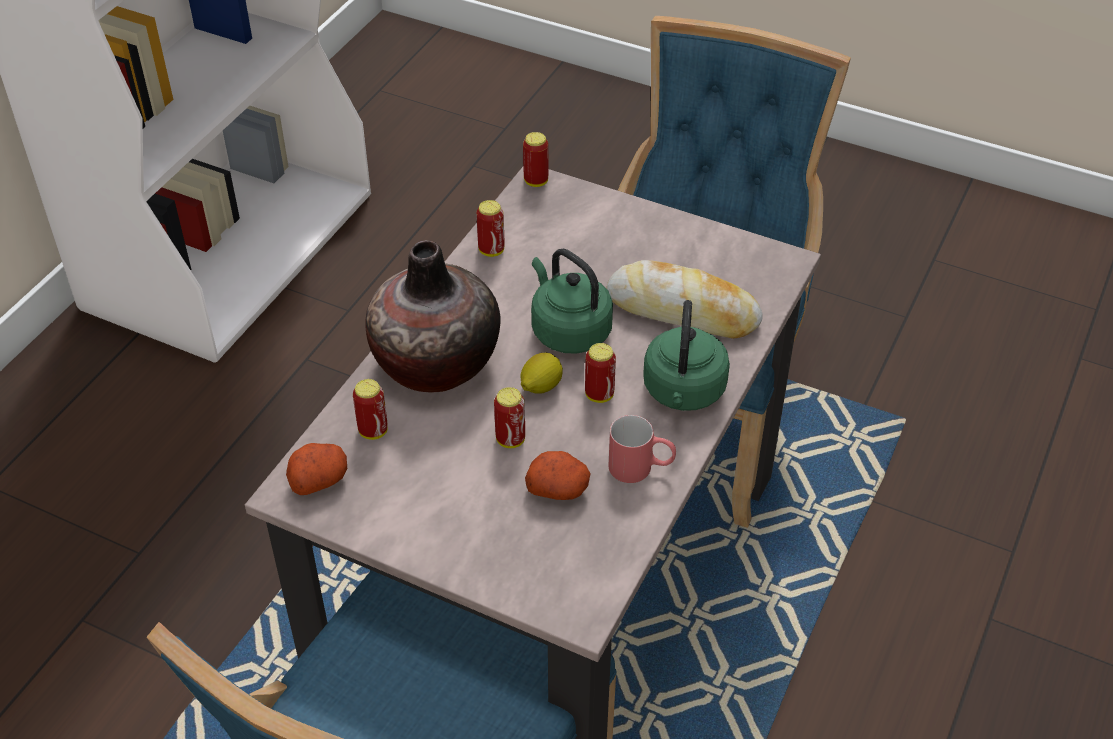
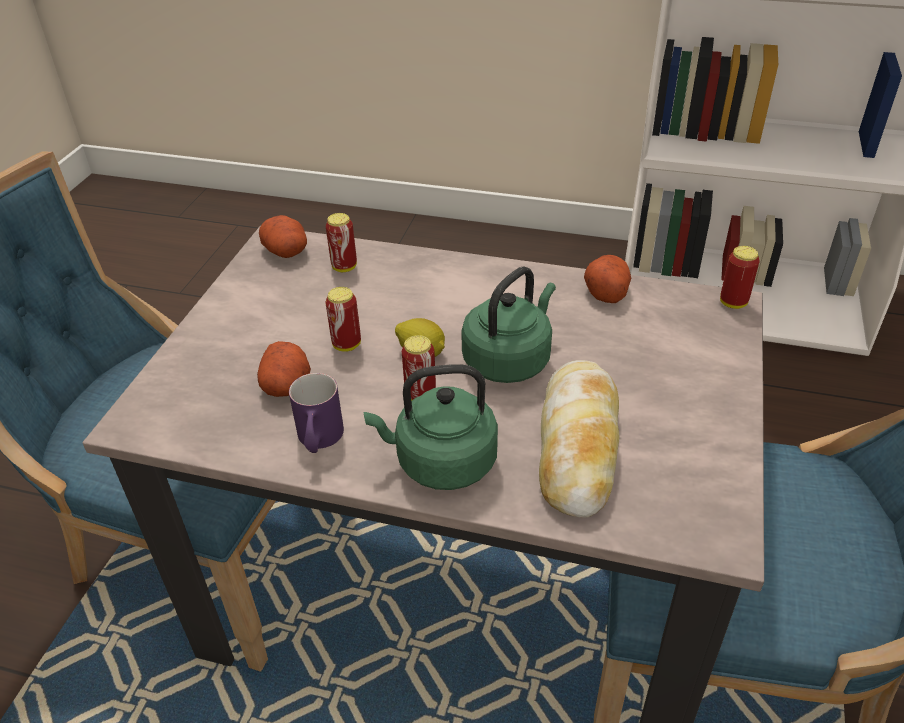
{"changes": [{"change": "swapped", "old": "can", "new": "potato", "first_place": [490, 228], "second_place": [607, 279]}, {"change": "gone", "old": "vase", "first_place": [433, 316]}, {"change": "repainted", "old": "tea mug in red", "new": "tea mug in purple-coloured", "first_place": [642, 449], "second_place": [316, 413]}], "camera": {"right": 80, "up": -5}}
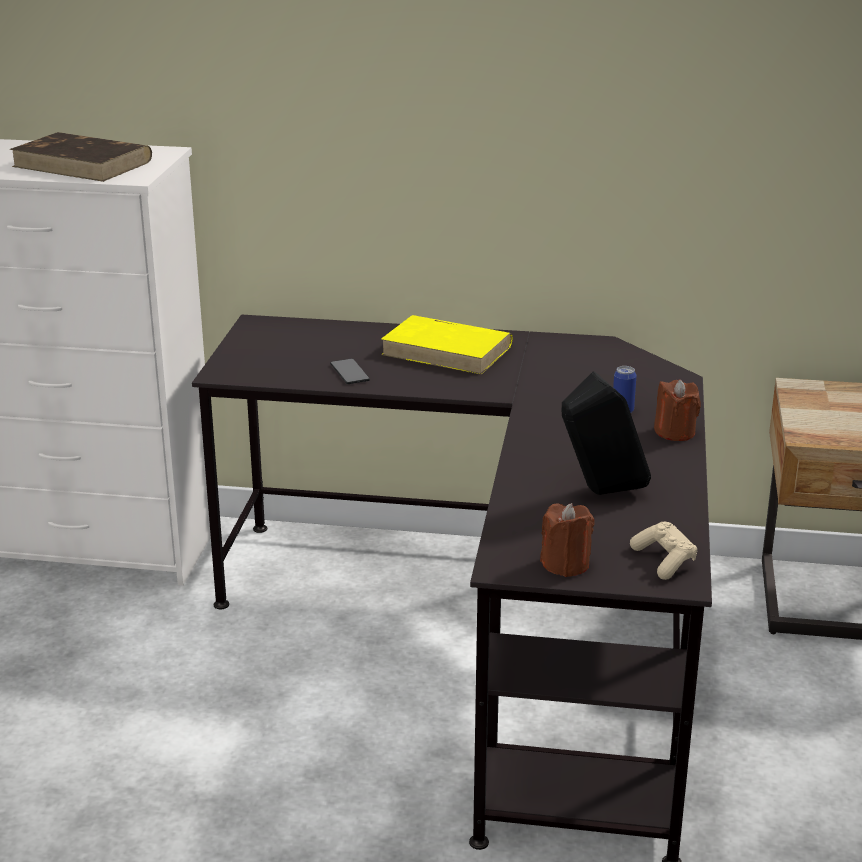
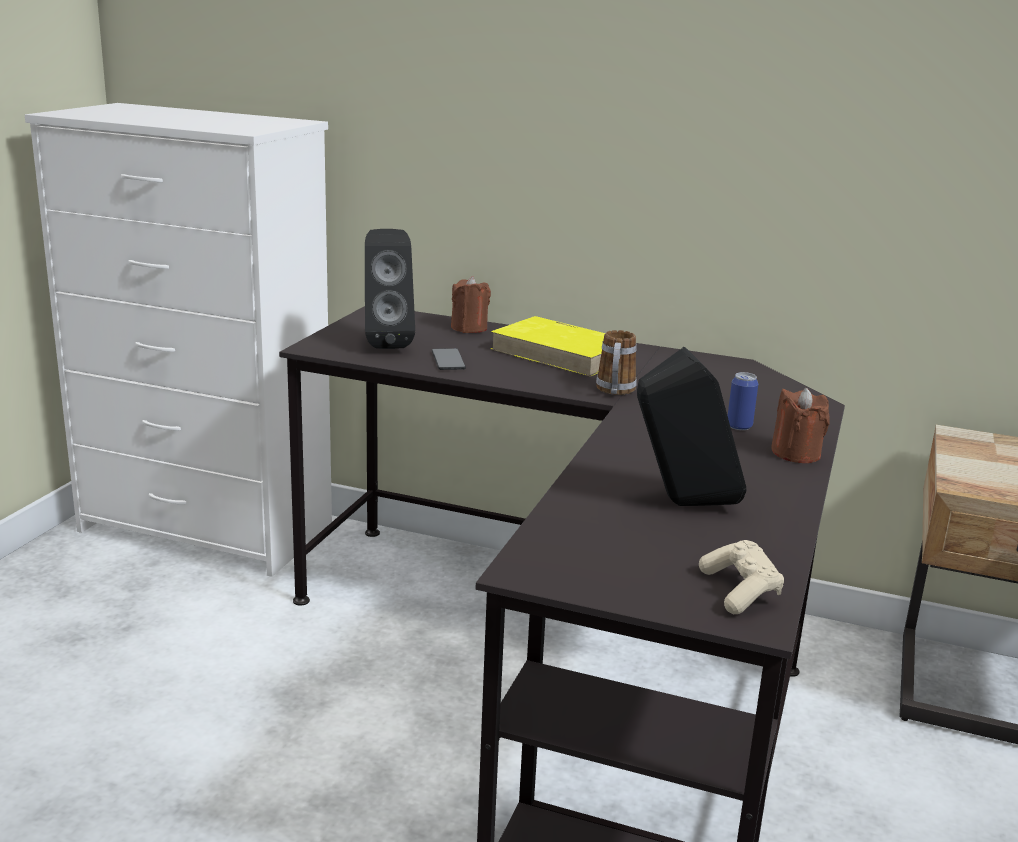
{"changes": [{"change": "gone", "old": "bound book in brownish", "first_place": [81, 157]}, {"change": "shifted", "old": "wax light in brownish", "first_place": [567, 540], "second_place": [471, 304]}, {"change": "new", "new": "speaker in black", "second_place": [390, 289]}, {"change": "new", "new": "tea mug", "second_place": [616, 362]}], "camera": {"right": 10, "up": -5}}
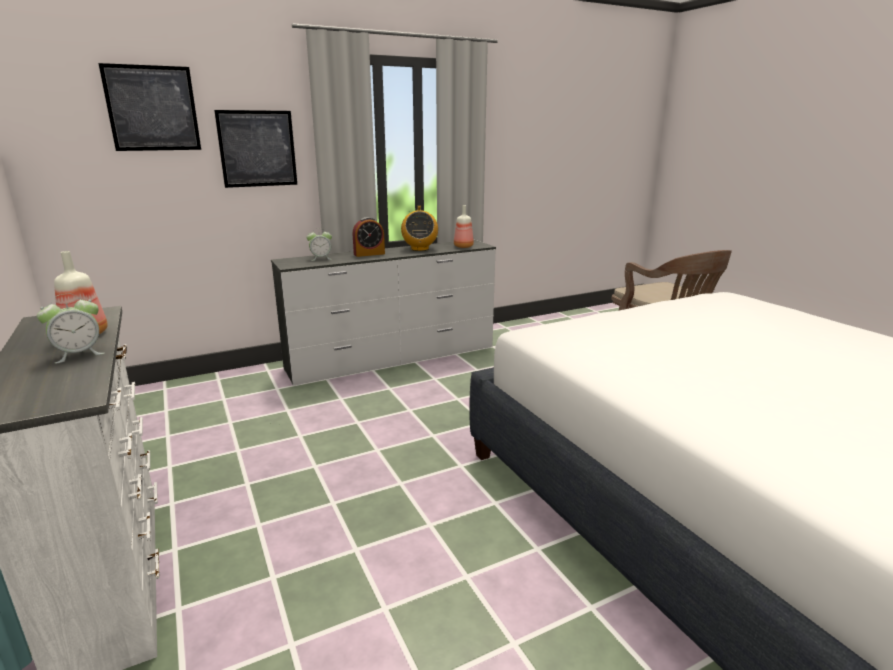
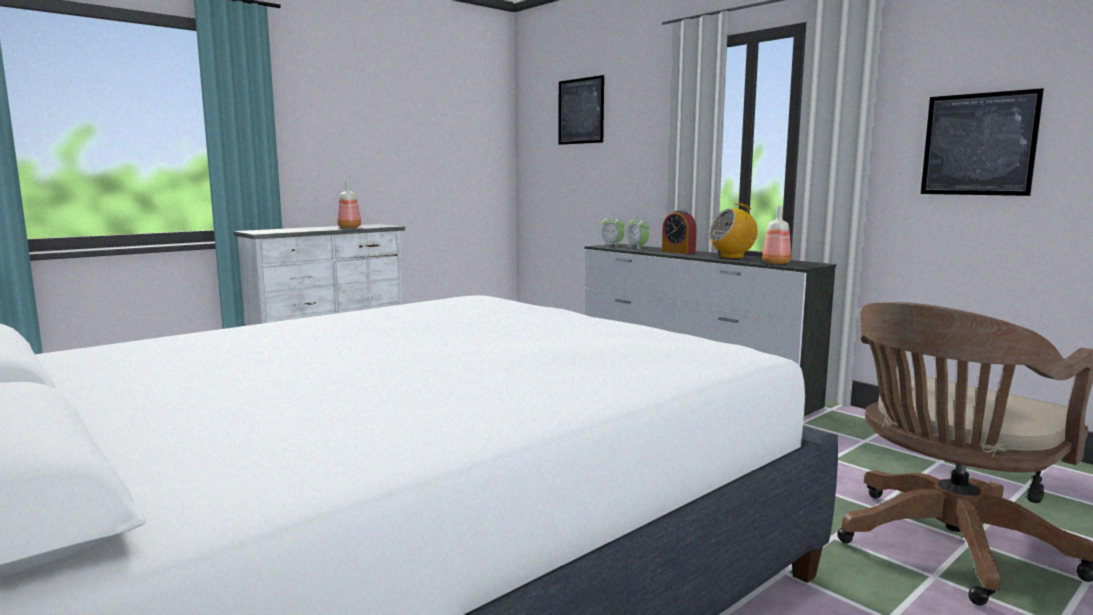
{"changes": [{"change": "shifted", "old": "wall picture", "first_place": [255, 149], "second_place": [982, 142]}, {"change": "shifted", "old": "table clock", "first_place": [71, 329], "second_place": [613, 231]}], "camera": {"right": 75, "up": -10}}
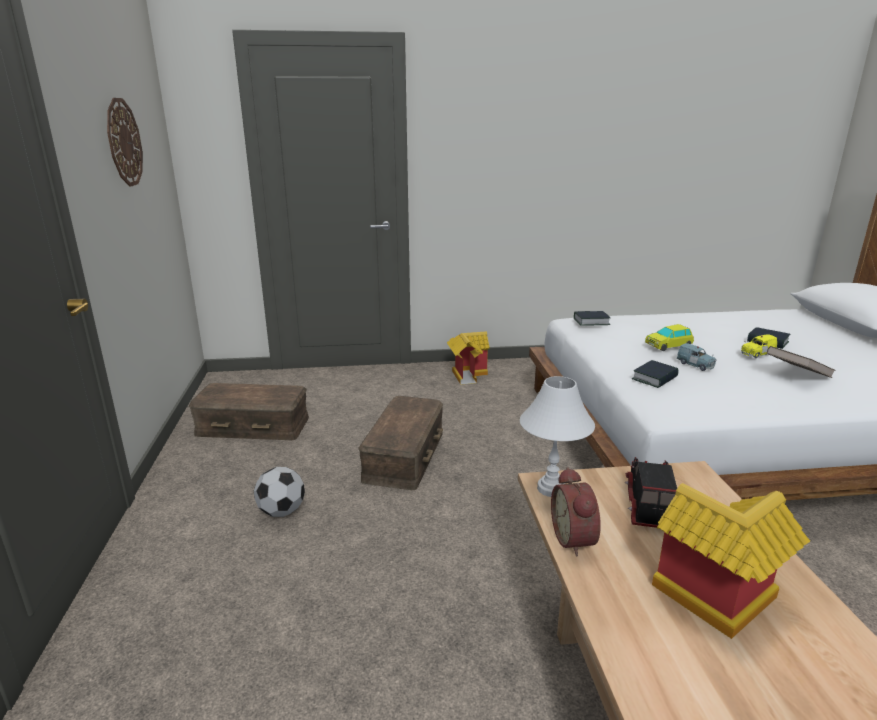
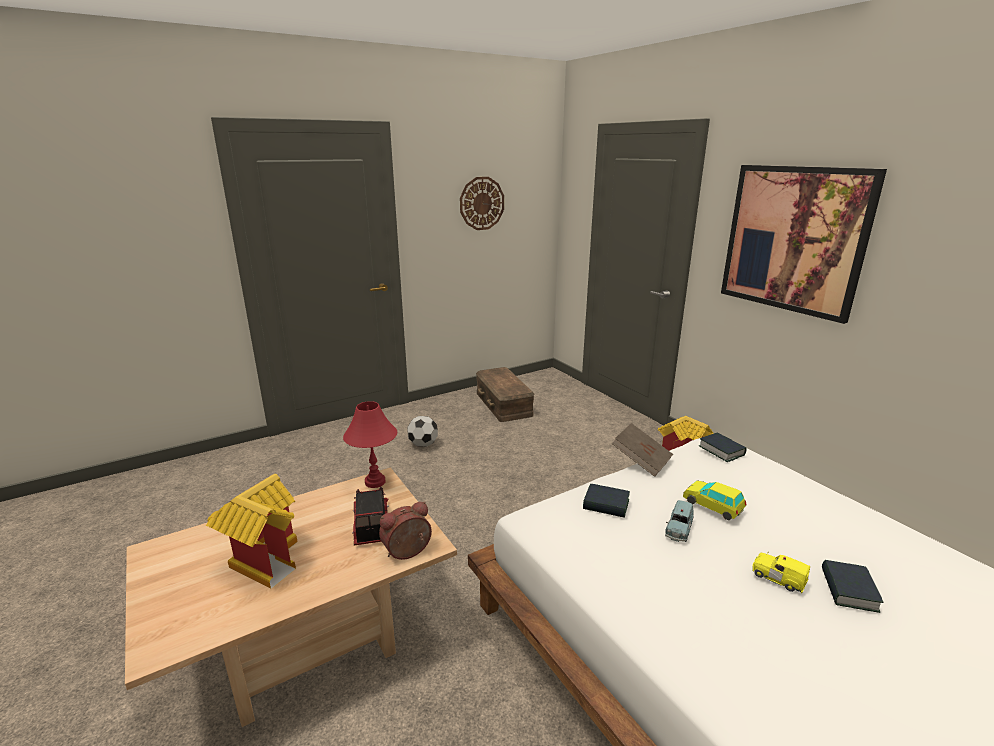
{"changes": [{"change": "shifted", "old": "bound book in brownish", "first_place": [801, 362], "second_place": [642, 450]}, {"change": "repainted", "old": "lamp for a table in whitish", "new": "lamp for a table in red", "first_place": [557, 436], "second_place": [370, 444]}, {"change": "gone", "old": "storage box in brownish", "first_place": [401, 443]}, {"change": "rotated", "old": "toy lorry", "first_place": [651, 492], "second_place": [370, 515], "degrees": -90}, {"change": "shifted", "old": "table clock", "first_place": [576, 512], "second_place": [405, 530]}, {"change": "new", "new": "wall picture", "second_place": [804, 244]}], "camera": {"right": 65, "up": 0}}
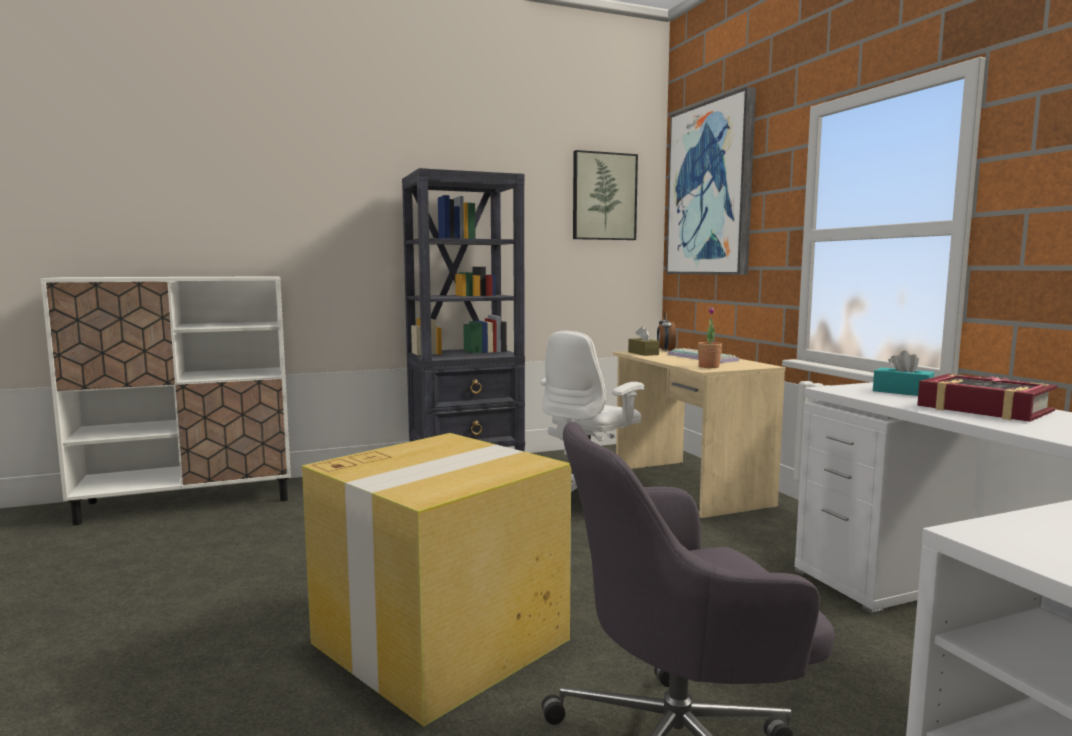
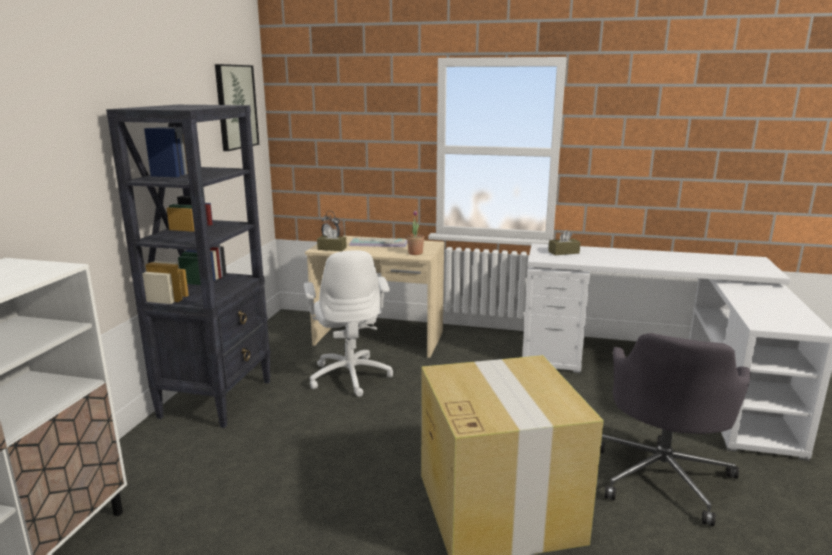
{"changes": [{"change": "gone", "old": "wall picture", "first_place": [711, 181]}, {"change": "repainted", "old": "tissue holder in turquoise", "new": "tissue holder in brownish", "first_place": [903, 373], "second_place": [564, 242]}, {"change": "gone", "old": "bound book", "first_place": [987, 398]}], "camera": {"right": -55, "up": 10}}
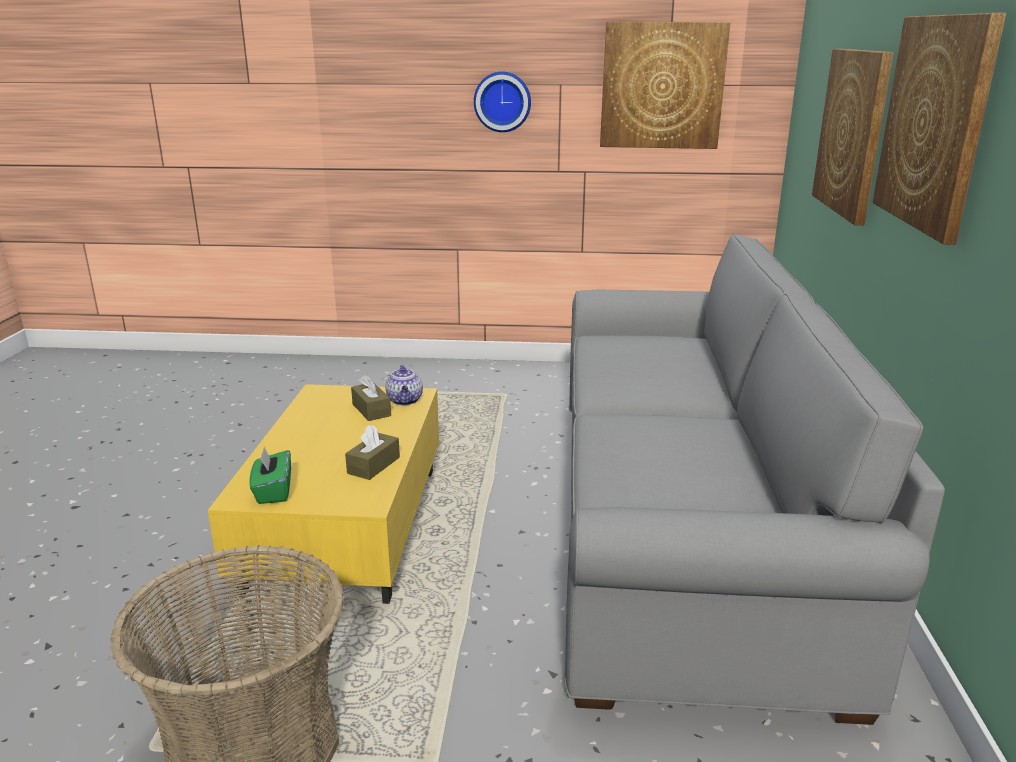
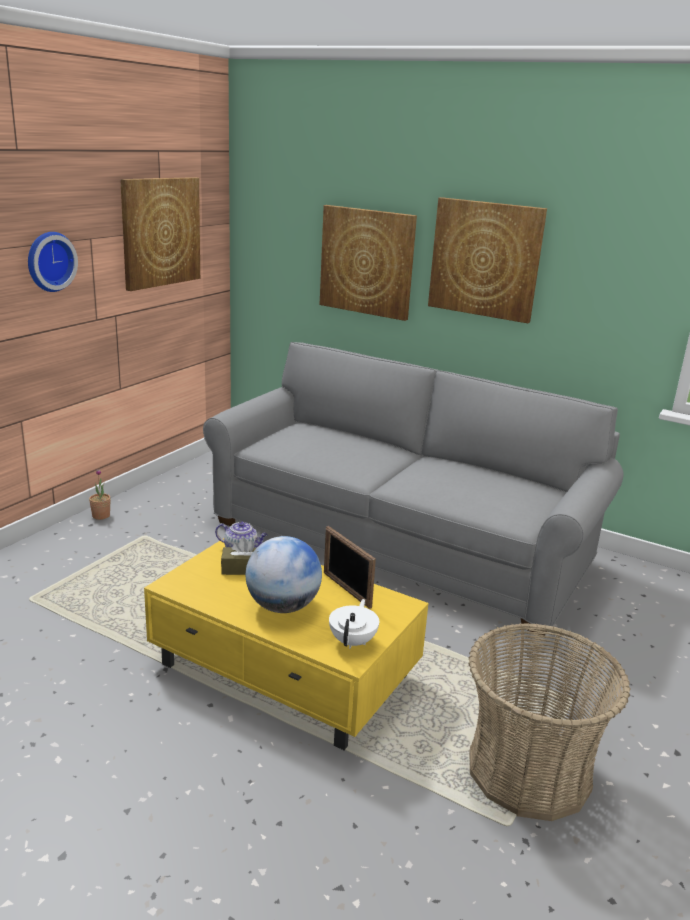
{"changes": [{"change": "swapped", "old": "tissue holder in brownish", "new": "picture frame", "first_place": [372, 452], "second_place": [350, 567]}, {"change": "swapped", "old": "tissue holder in green", "new": "pot for tea in whitish", "first_place": [270, 475], "second_place": [354, 624]}, {"change": "new", "new": "houseplant", "second_place": [100, 494]}, {"change": "new", "new": "globe", "second_place": [283, 574]}], "camera": {"right": -65, "up": 0}}
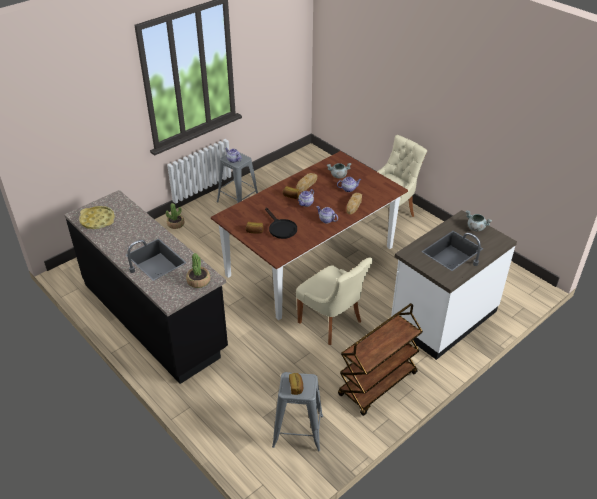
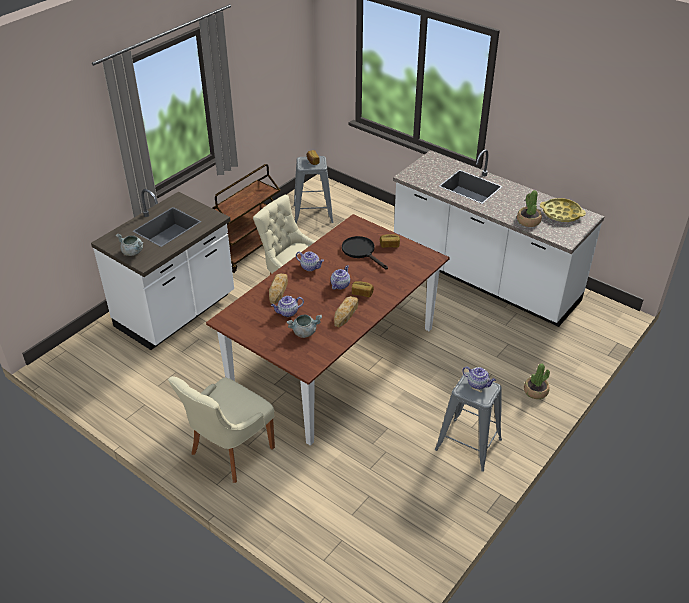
{"changes": [{"change": "repainted", "old": "kitchen counter in black", "new": "kitchen counter in whitish", "first_place": [146, 287], "second_place": [499, 238]}, {"change": "shifted", "old": "houseplant", "first_place": [198, 270], "second_place": [529, 208]}], "camera": {"right": 170, "up": 0}}
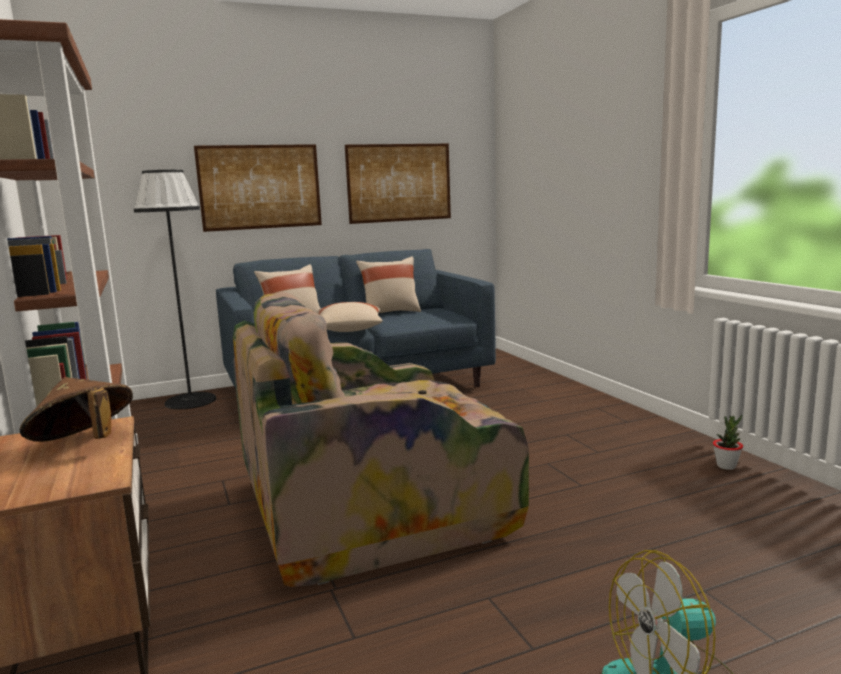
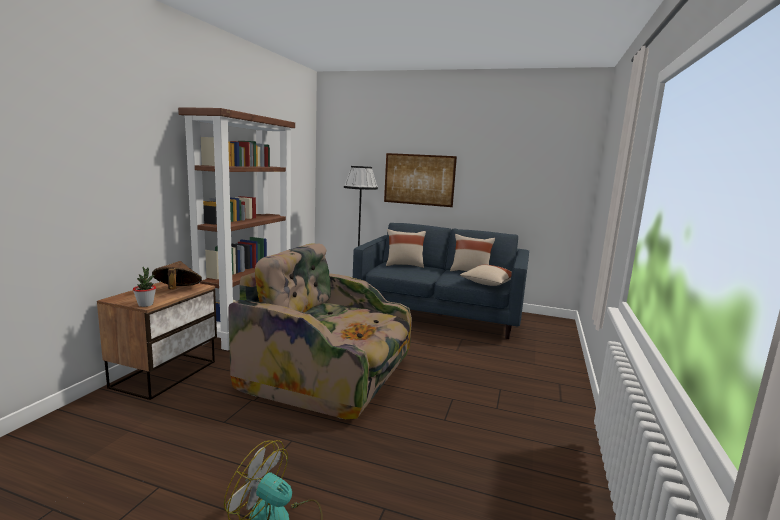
{"changes": [{"change": "gone", "old": "wall picture", "first_place": [398, 184]}, {"change": "shifted", "old": "cushion in beige-coloured", "first_place": [349, 317], "second_place": [486, 275]}, {"change": "shifted", "old": "houseplant", "first_place": [728, 442], "second_place": [144, 287]}], "camera": {"right": 40, "up": 0}}
